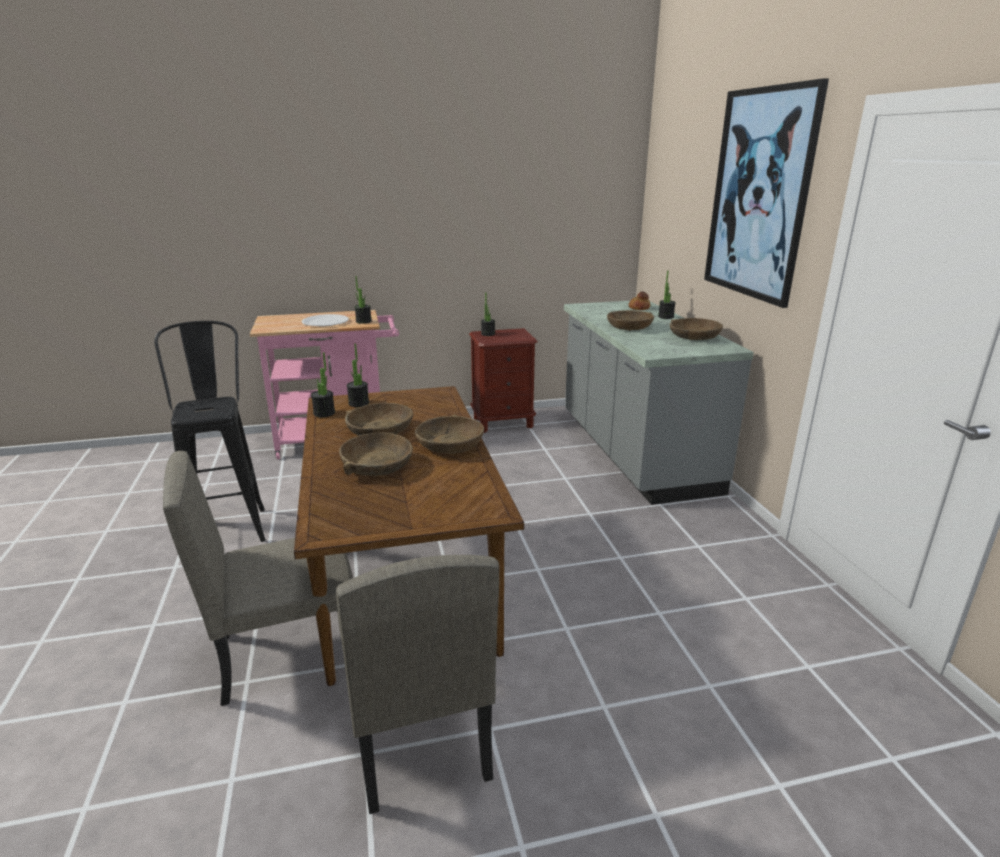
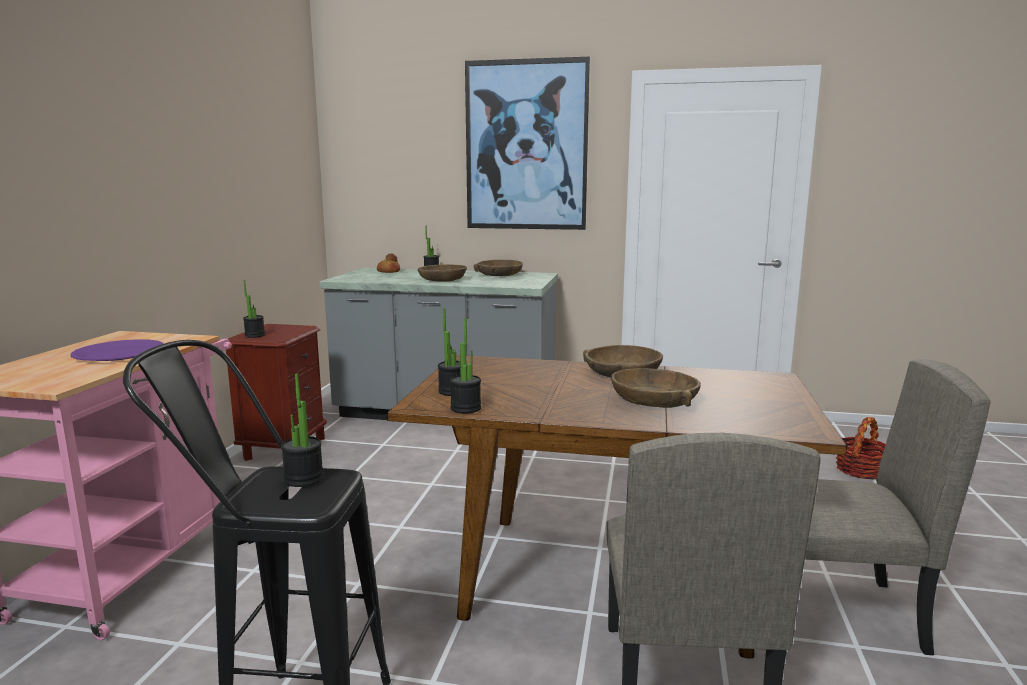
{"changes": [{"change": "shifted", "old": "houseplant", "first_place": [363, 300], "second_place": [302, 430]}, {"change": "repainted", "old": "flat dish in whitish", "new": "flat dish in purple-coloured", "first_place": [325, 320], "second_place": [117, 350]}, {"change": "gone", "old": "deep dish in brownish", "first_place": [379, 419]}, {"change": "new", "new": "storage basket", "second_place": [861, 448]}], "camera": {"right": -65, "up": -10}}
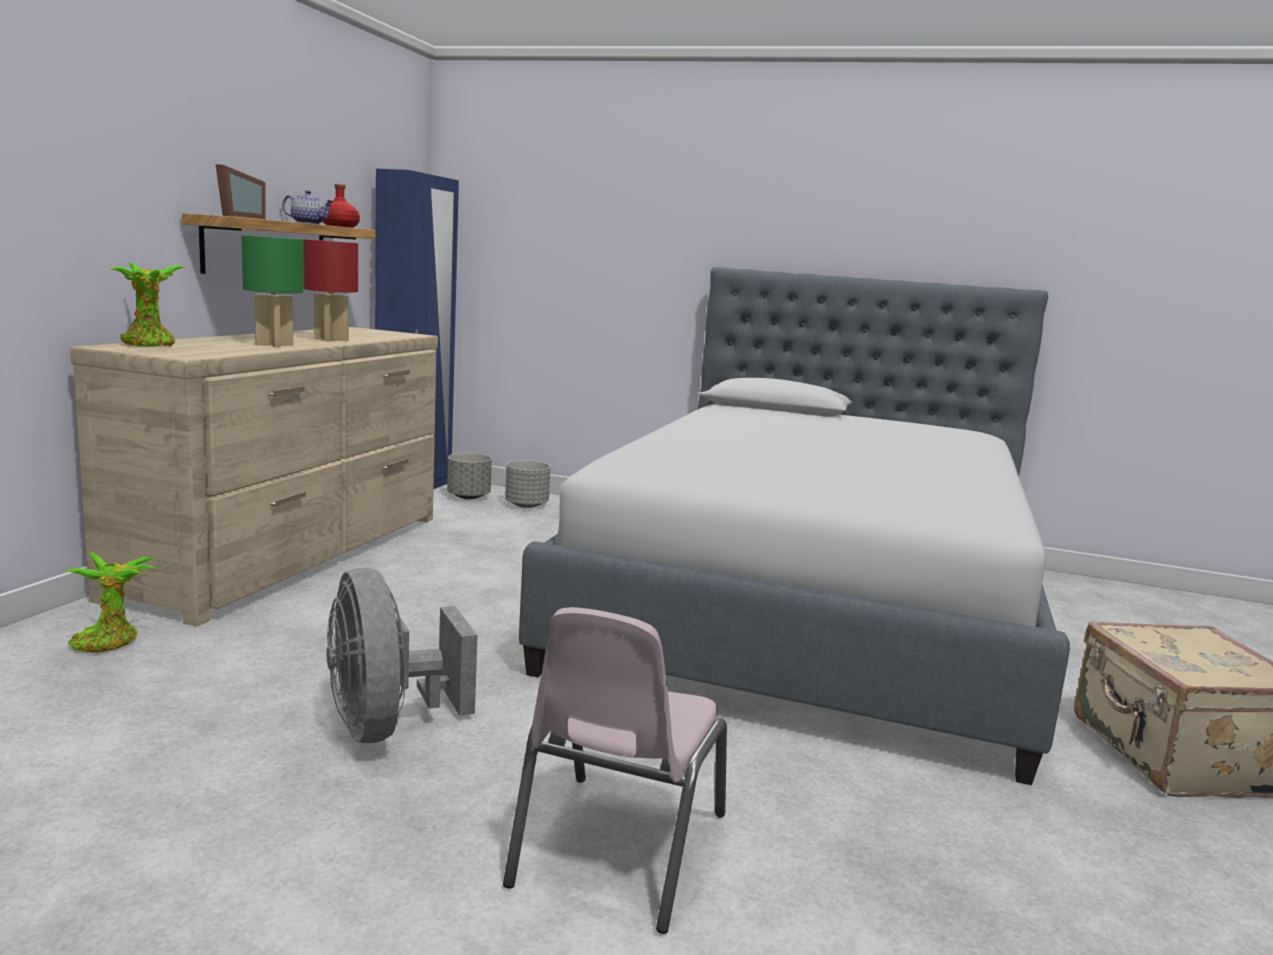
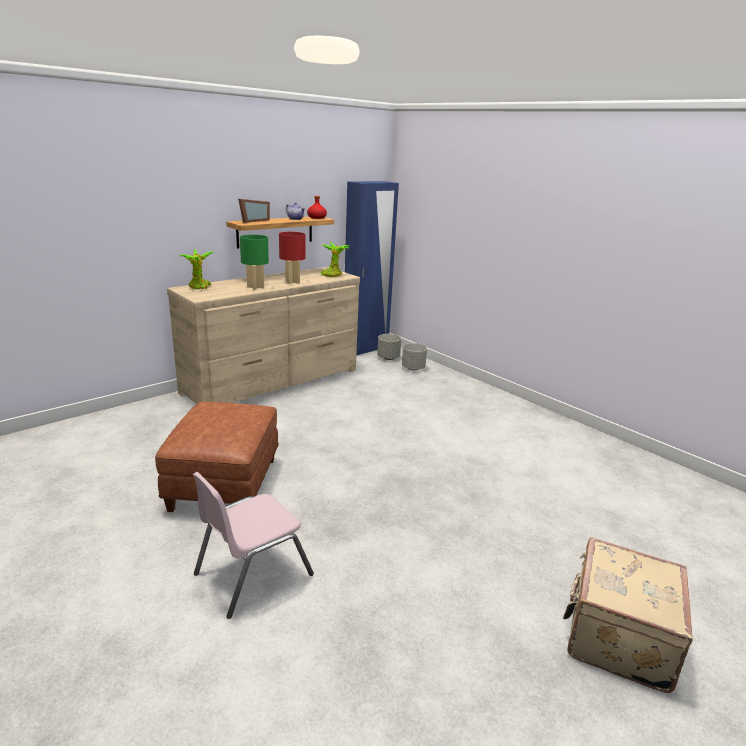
{"changes": [{"change": "gone", "old": "sleeping bed", "first_place": [794, 526]}, {"change": "shifted", "old": "houseplant", "first_place": [110, 602], "second_place": [334, 259]}, {"change": "swapped", "old": "electric fan in greyish", "new": "pouffe in brownish", "first_place": [401, 655], "second_place": [217, 457]}], "camera": {"right": 30, "up": 10}}
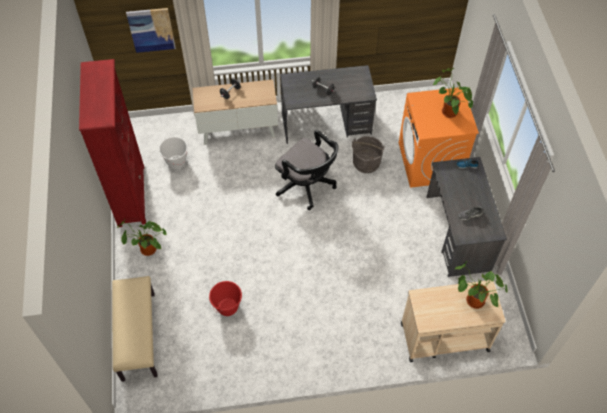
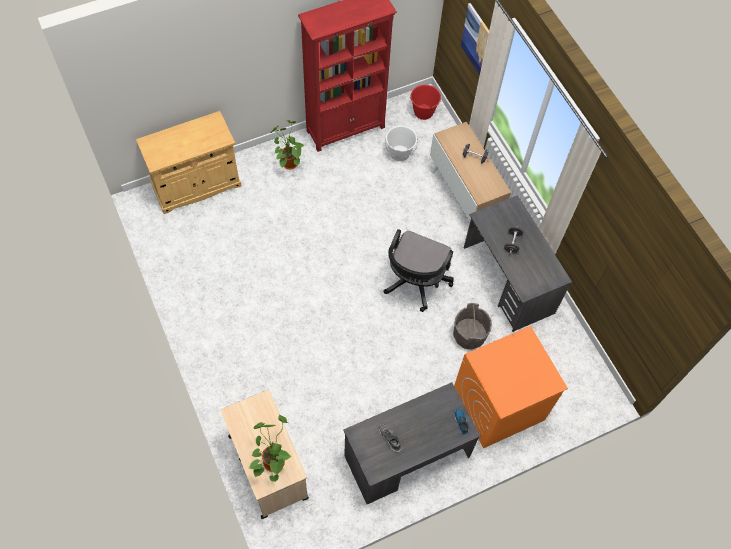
{"changes": [{"change": "gone", "old": "houseplant", "first_place": [453, 93]}, {"change": "swapped", "old": "bench in beige-coloured", "new": "cabinet in beige-coloured", "first_place": [135, 329], "second_place": [189, 162]}, {"change": "shifted", "old": "bucket in red", "first_place": [225, 298], "second_place": [425, 102]}], "camera": {"right": 70, "up": 5}}
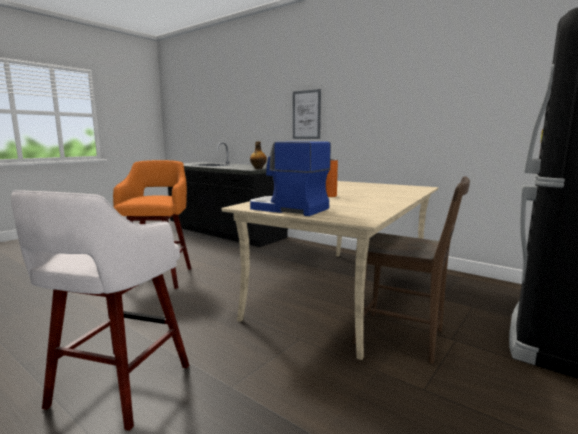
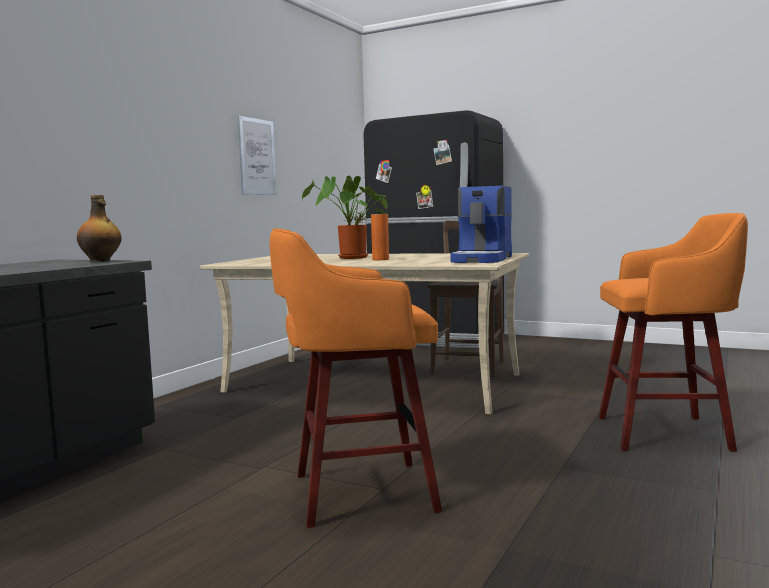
{"changes": [{"change": "shifted", "old": "wall picture", "first_place": [307, 114], "second_place": [257, 155]}, {"change": "repainted", "old": "stool in whitish", "new": "stool in orangey", "first_place": [100, 311], "second_place": [673, 332]}, {"change": "new", "new": "houseplant", "second_place": [346, 217]}], "camera": {"right": -100, "up": -5}}
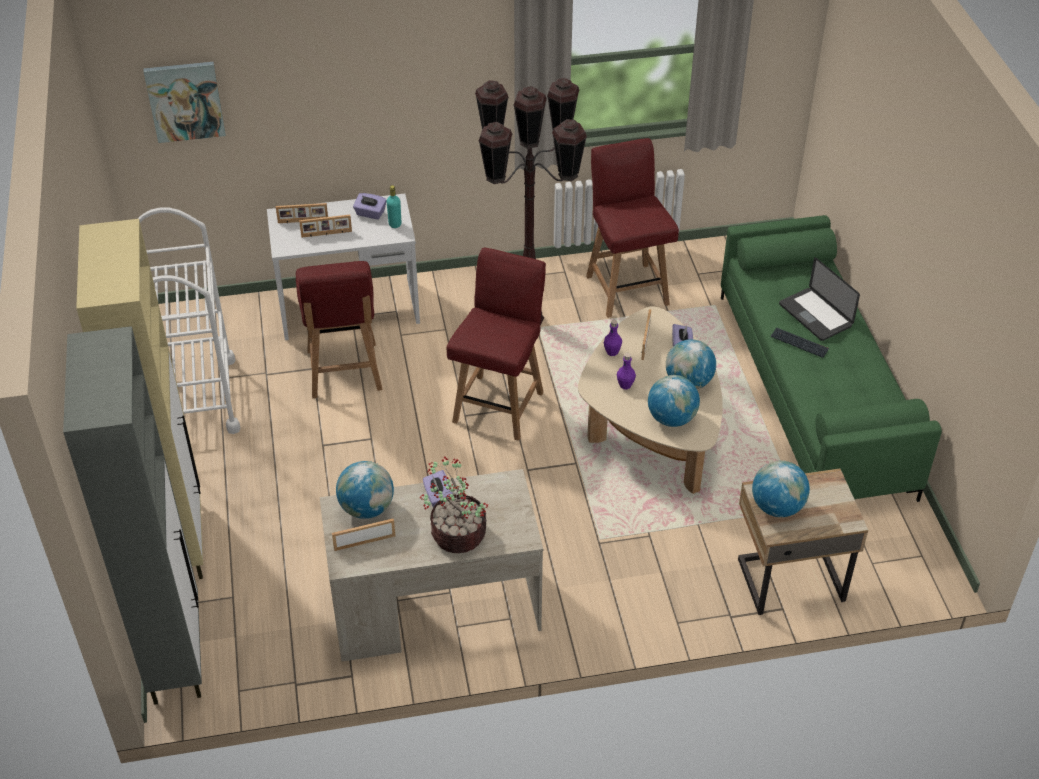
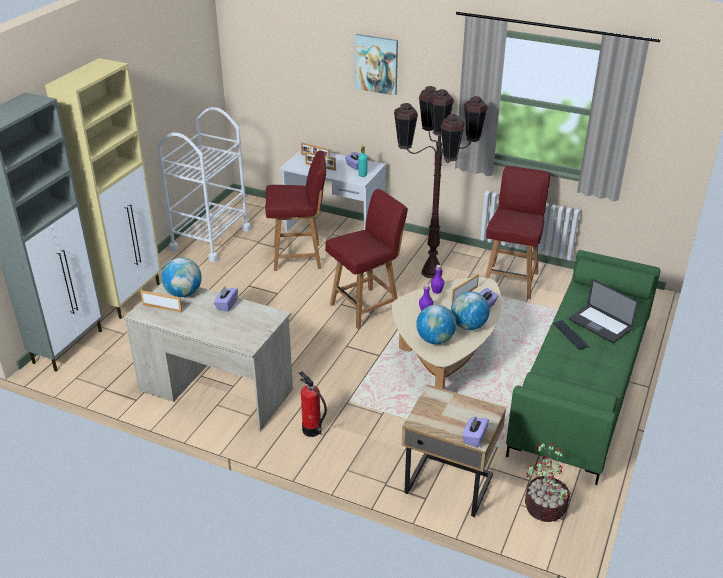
{"changes": [{"change": "shifted", "old": "wall picture", "first_place": [184, 102], "second_place": [376, 65]}, {"change": "rotated", "old": "notebook computer", "first_place": [819, 299], "second_place": [603, 311], "degrees": -45}, {"change": "rotated", "old": "chair in red", "first_place": [339, 329], "second_place": [295, 210], "degrees": -120}, {"change": "shifted", "old": "houseplant", "first_place": [453, 505], "second_place": [548, 482]}, {"change": "gone", "old": "globe", "first_place": [781, 489]}, {"change": "new", "new": "fire-fighting cylinder", "second_place": [313, 404]}, {"change": "new", "new": "tissue holder in purple-coloured", "second_place": [475, 431]}], "camera": {"right": 35, "up": -10}}
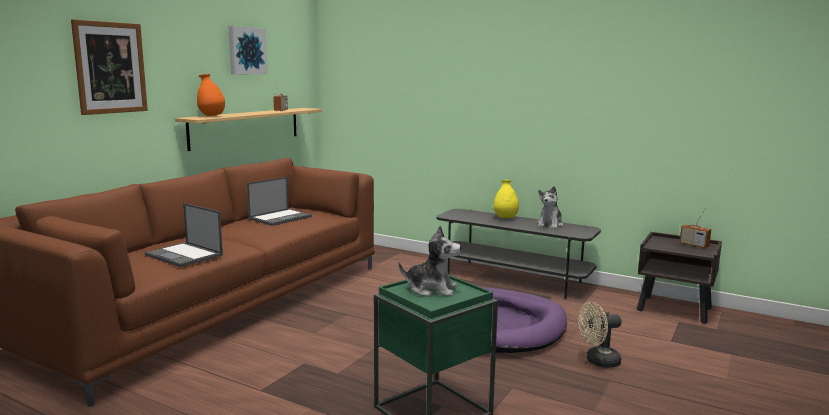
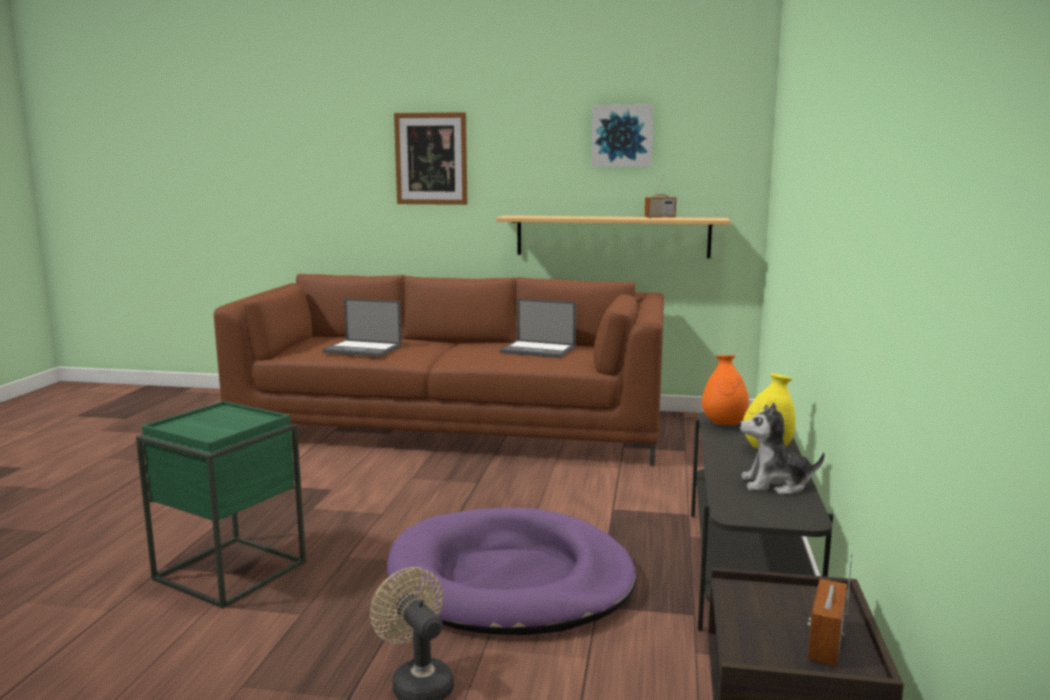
{"changes": [{"change": "shifted", "old": "vase in orangey", "first_place": [211, 95], "second_place": [725, 390]}, {"change": "rotated", "old": "notebook computer", "first_place": [184, 235], "second_place": [362, 327], "degrees": -90}, {"change": "gone", "old": "soft toy", "first_place": [430, 261]}], "camera": {"right": 70, "up": 0}}
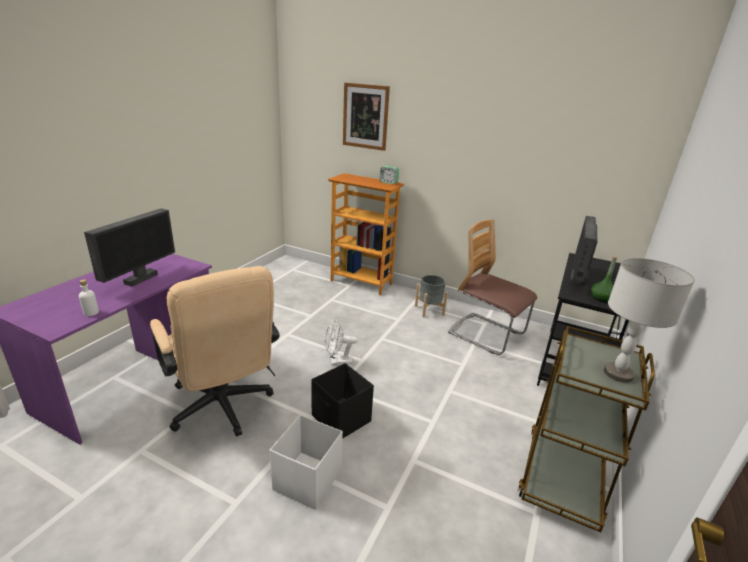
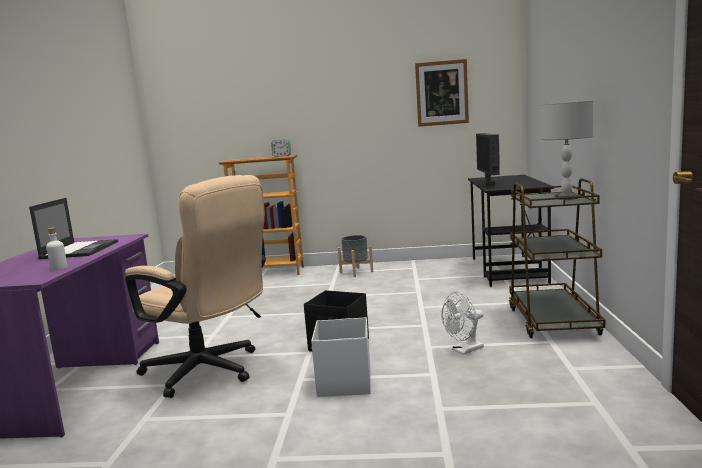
{"changes": [{"change": "shifted", "old": "wall picture", "first_place": [366, 117], "second_place": [442, 93]}, {"change": "swapped", "old": "monitor", "new": "notebook computer", "first_place": [129, 247], "second_place": [73, 228]}, {"change": "gone", "old": "chair", "first_place": [492, 287]}, {"change": "gone", "old": "beverage bottle in green", "first_place": [604, 279]}, {"change": "shifted", "old": "electric fan in whitish", "first_place": [341, 342], "second_place": [462, 323]}], "camera": {"right": -20, "up": -15}}
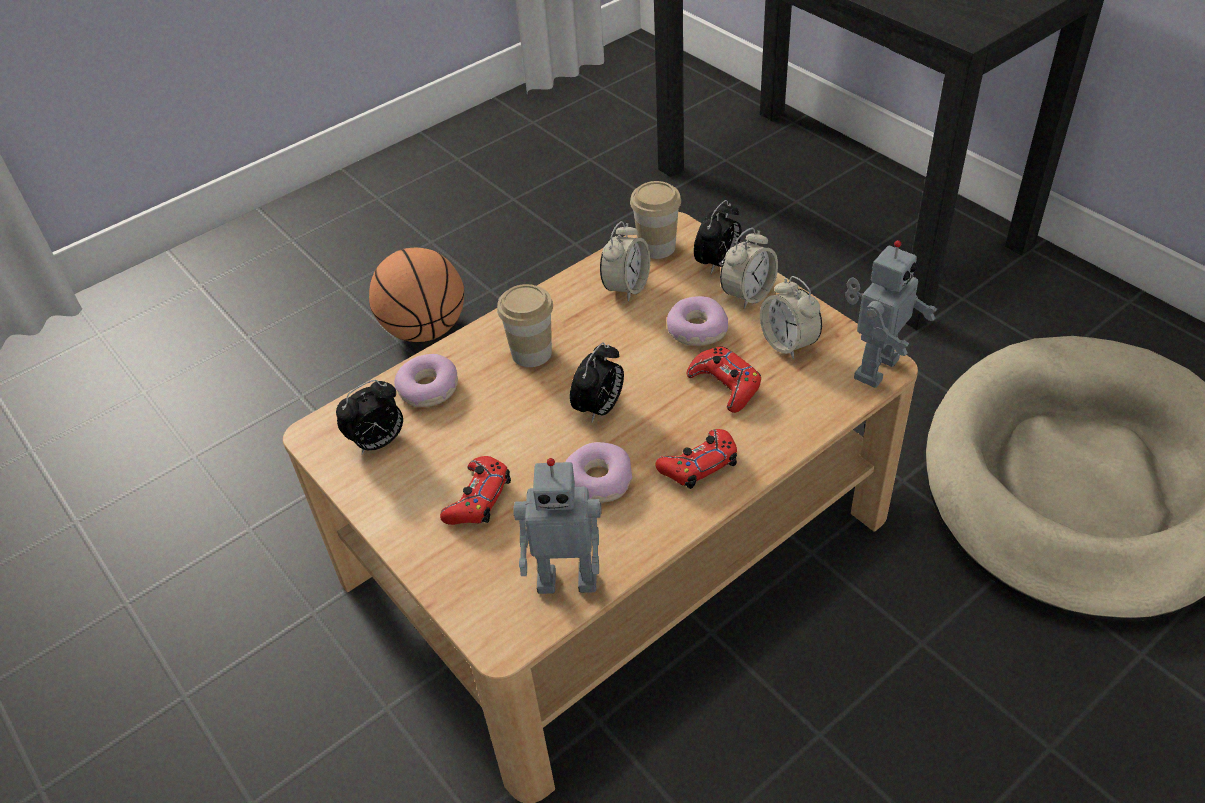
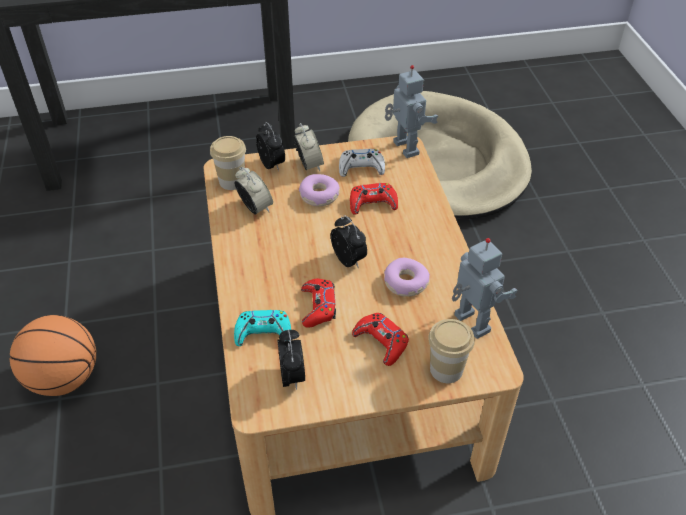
{"changes": [{"change": "swapped", "old": "table clock", "new": "game controller in whitish", "first_place": [791, 317], "second_place": [362, 163]}, {"change": "shifted", "old": "small cup", "first_place": [525, 325], "second_place": [451, 351]}, {"change": "swapped", "old": "ring doughnut", "new": "game controller in turquoise", "first_place": [426, 380], "second_place": [262, 328]}, {"change": "shifted", "old": "game controller in red", "first_place": [696, 459], "second_place": [318, 303]}, {"change": "rotated", "old": "robot figure", "first_place": [557, 526], "second_place": [485, 288], "degrees": -60}], "camera": {"right": -65, "up": 0}}
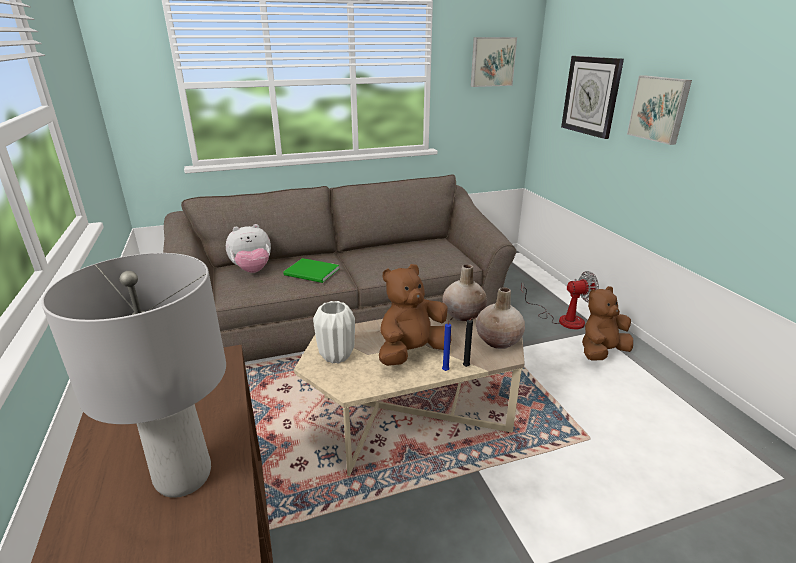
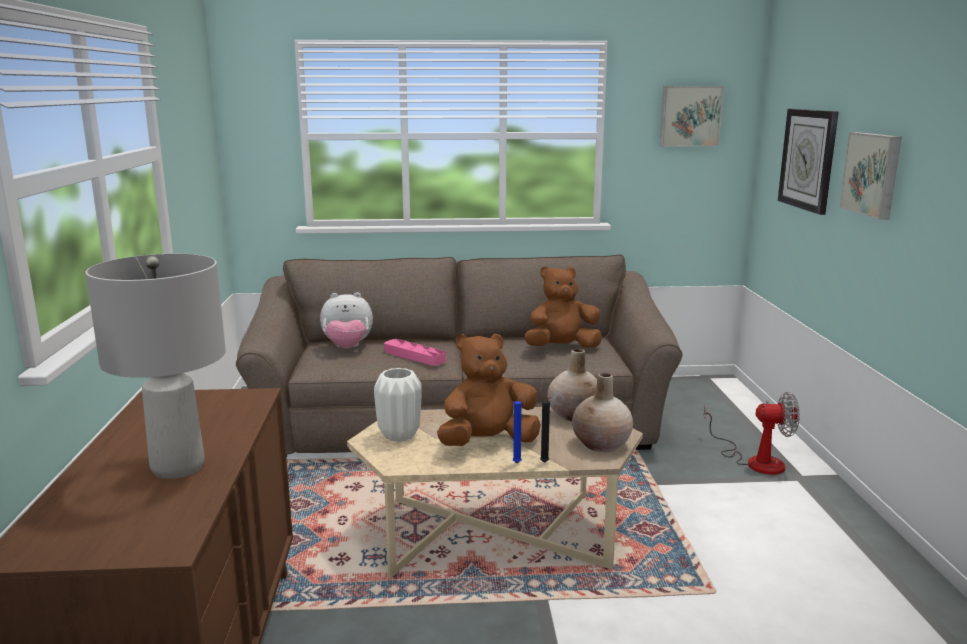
{"changes": [{"change": "swapped", "old": "bound book in green", "new": "serving tray in pinkish", "first_place": [311, 270], "second_place": [415, 352]}, {"change": "shifted", "old": "soft toy in brownish", "first_place": [607, 323], "second_place": [563, 307]}], "camera": {"right": 15, "up": -10}}
